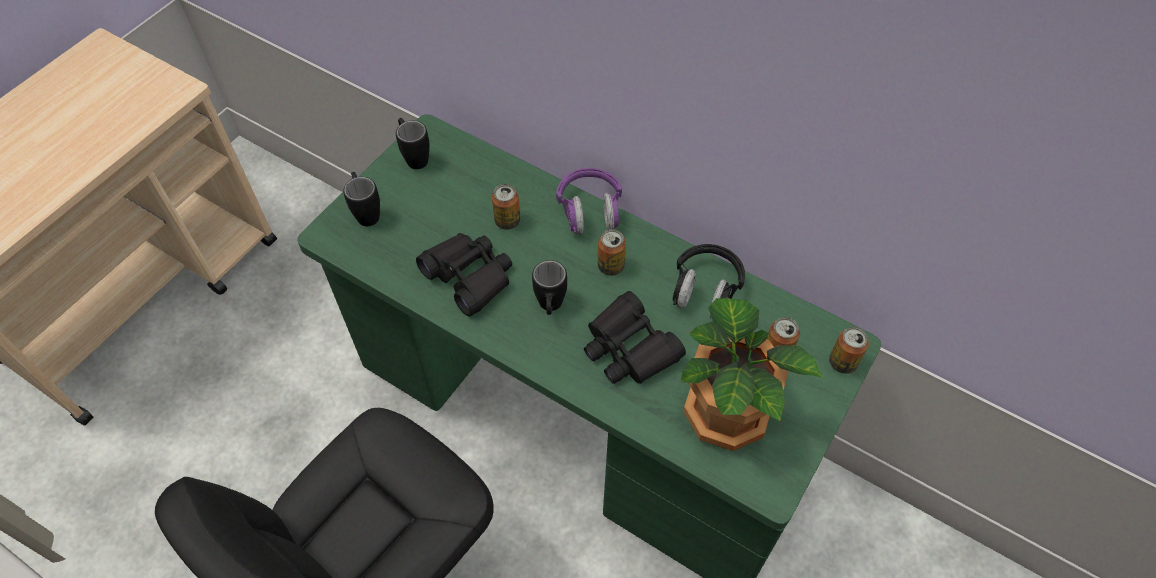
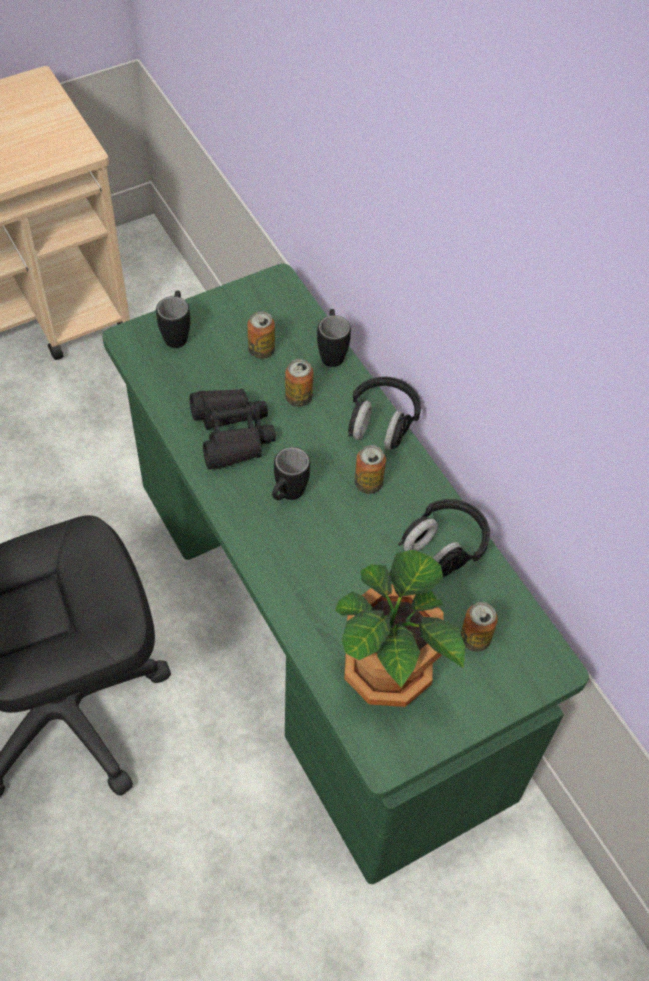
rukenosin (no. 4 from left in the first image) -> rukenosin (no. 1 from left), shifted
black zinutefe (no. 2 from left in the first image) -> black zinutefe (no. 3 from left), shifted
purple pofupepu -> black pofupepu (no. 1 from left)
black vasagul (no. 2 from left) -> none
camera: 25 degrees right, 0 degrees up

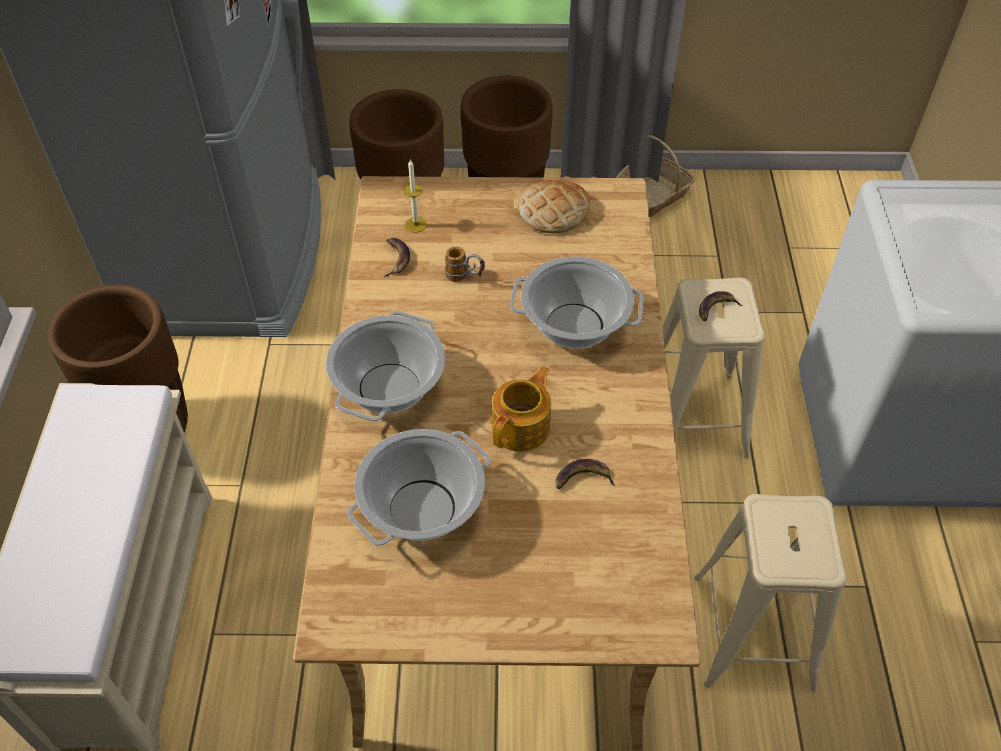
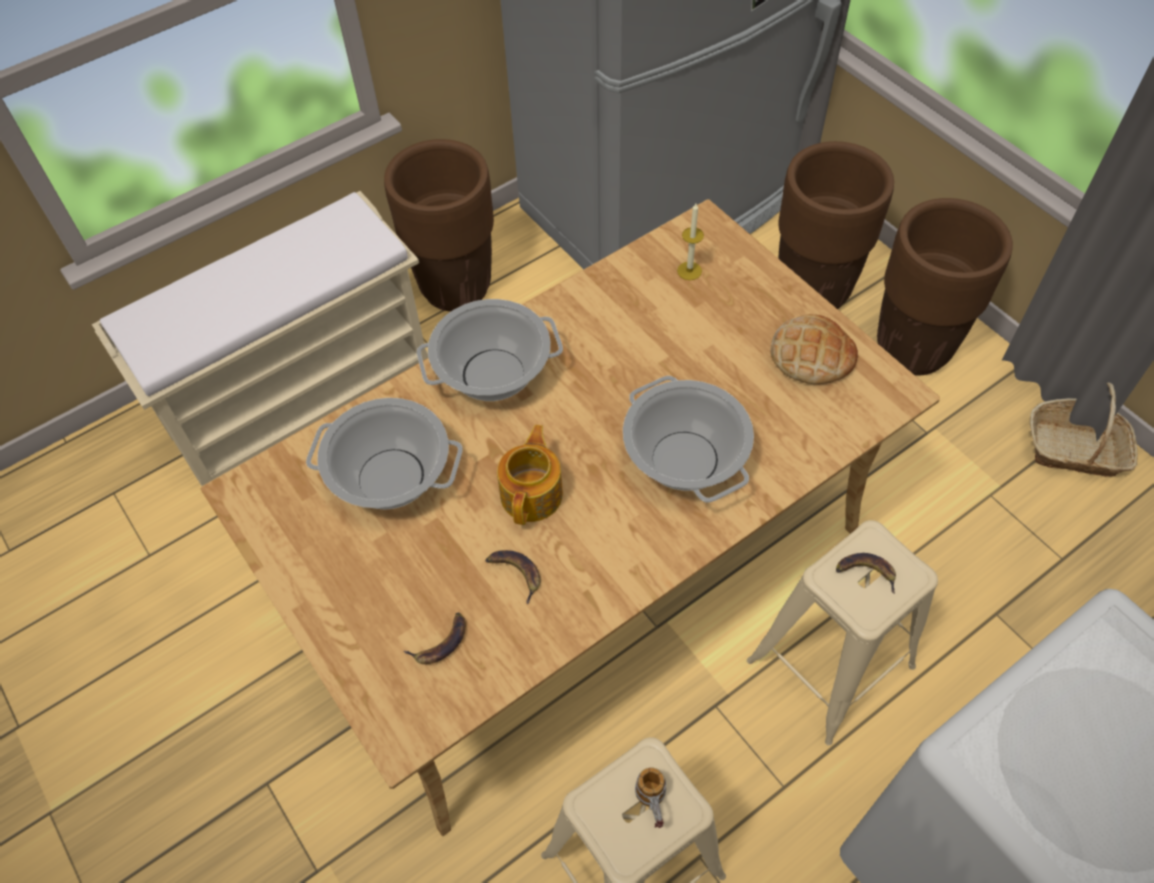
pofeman (no. 1 from left), shifted
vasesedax, 75 degrees counterclockwise
zinutefe, shifted
camera: 55 degrees right, 5 degrees up

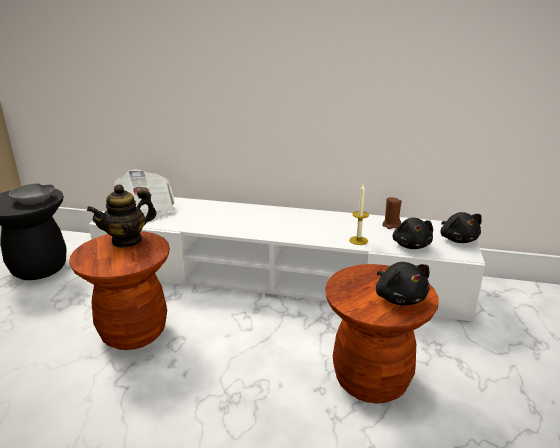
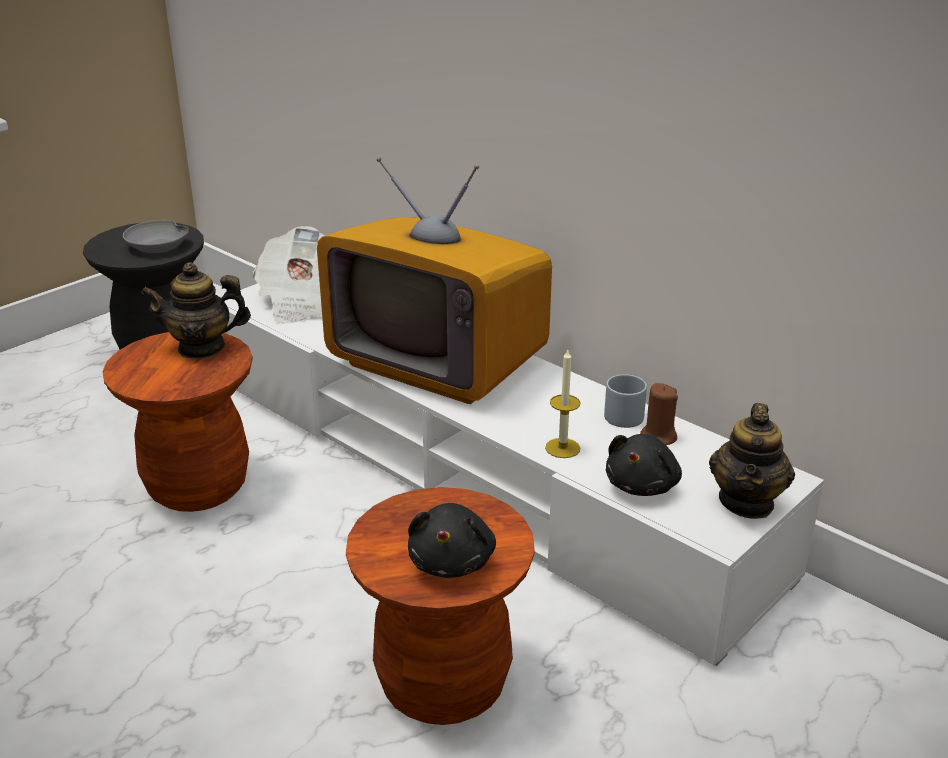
none -> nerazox
none -> grey zinutefe
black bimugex (no. 3 from left) -> vasesedax (no. 2 from left)
camera: 30 degrees right, 5 degrees up

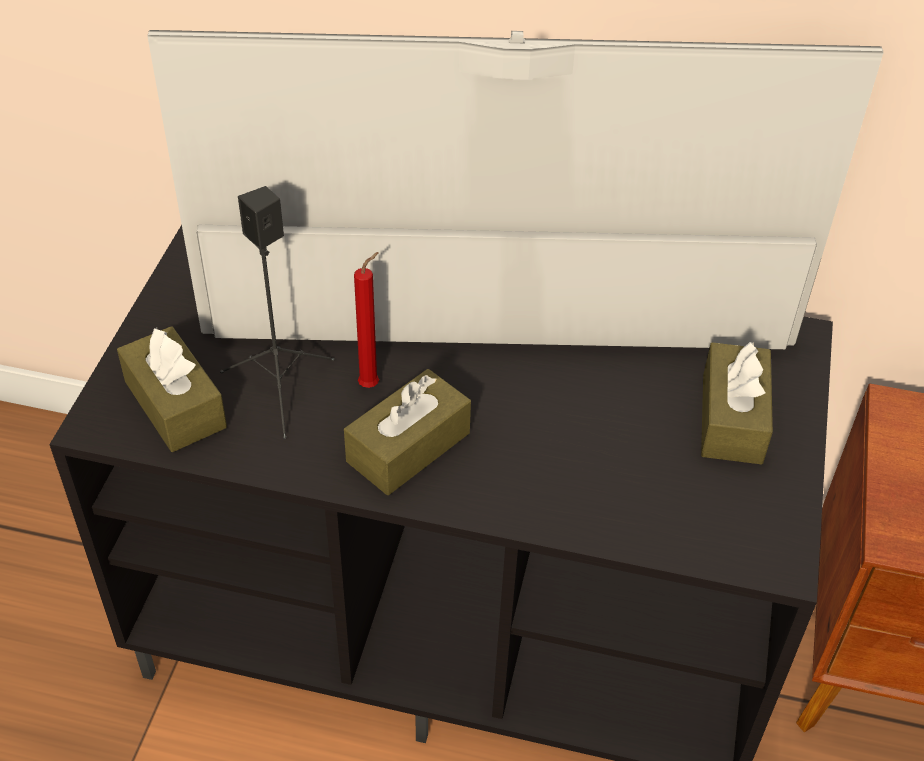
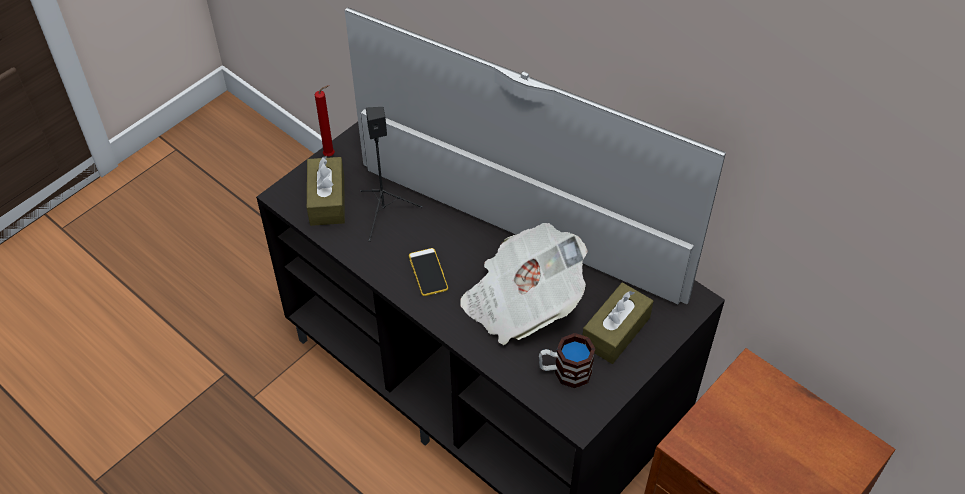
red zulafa, shifted
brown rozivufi (no. 2 from left) -> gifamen
none -> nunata
none -> zinutefe
camera: 30 degrees right, 5 degrees up

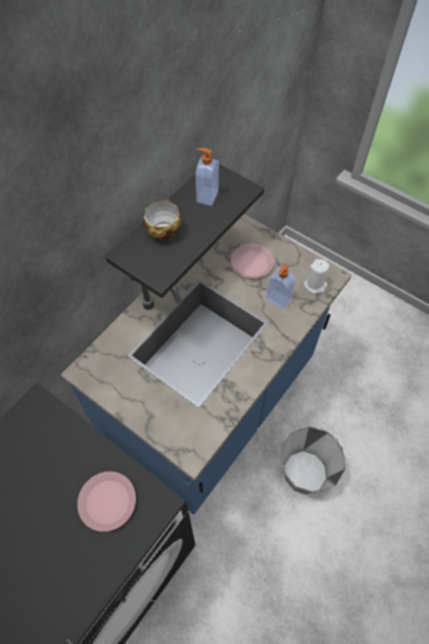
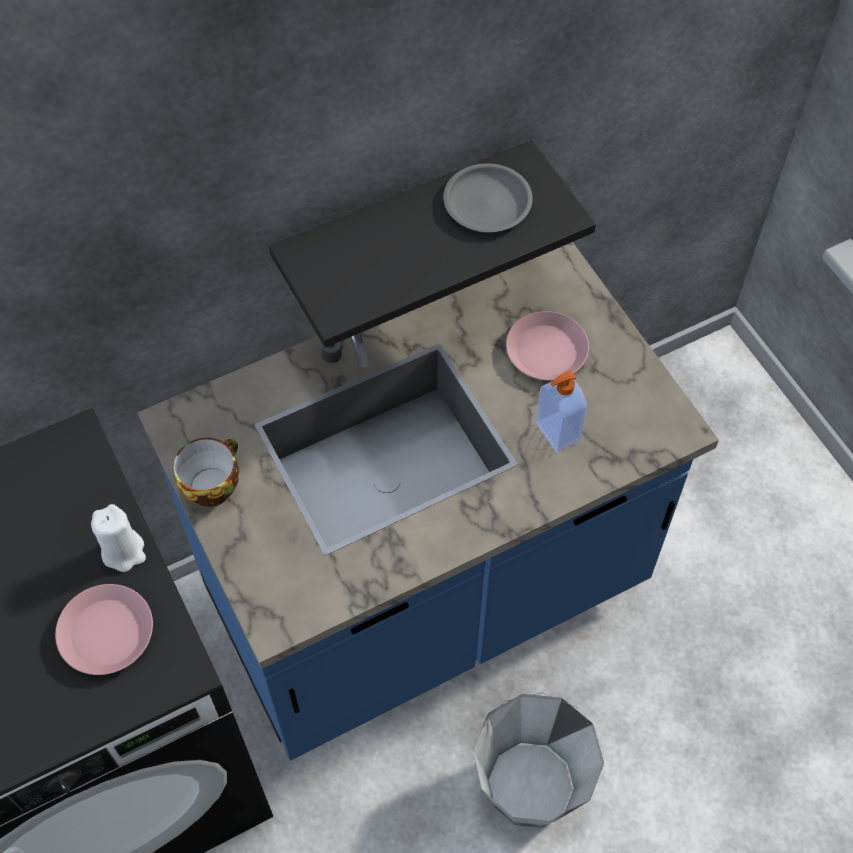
white zulafa, shifted
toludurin, shifted
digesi (no. 1 from left) -> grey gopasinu
camera: 25 degrees right, 0 degrees up

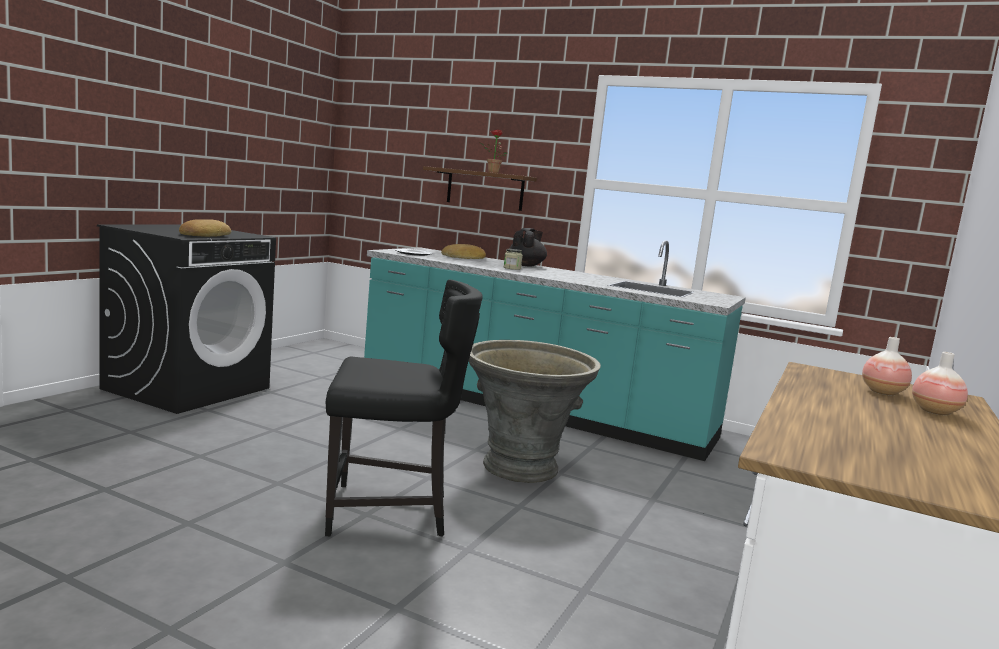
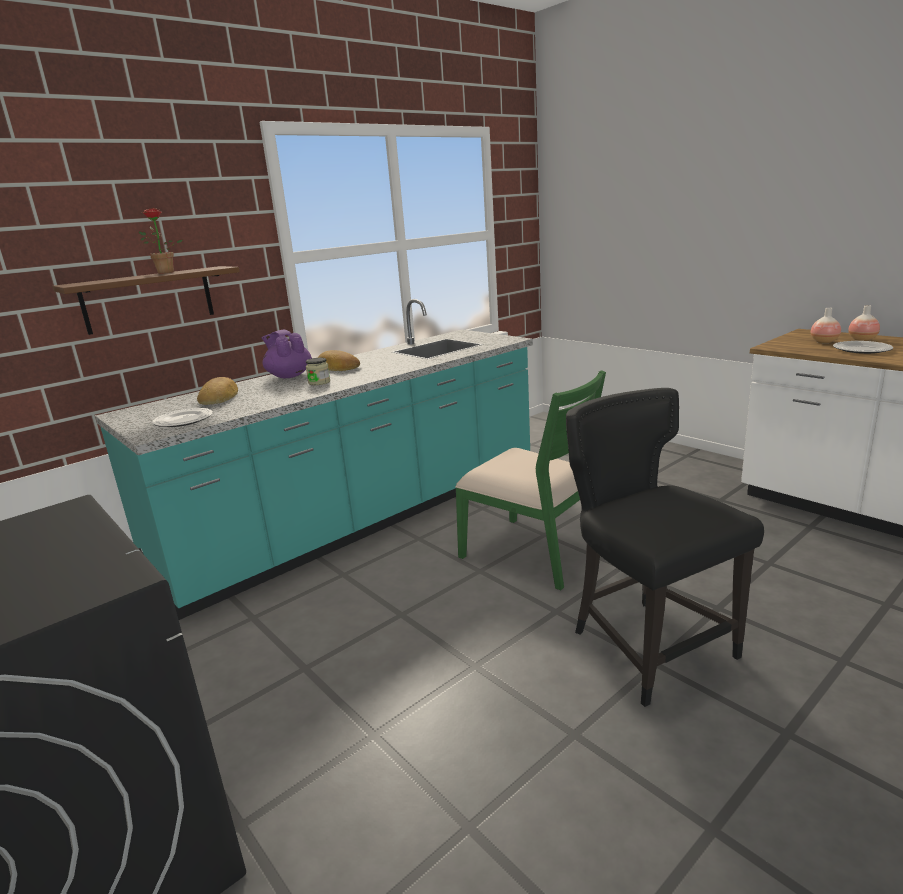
black vasesedax -> purple vasesedax
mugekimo (no. 1 from left in the first image) -> mugekimo (no. 2 from left), shifted
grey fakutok -> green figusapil
black figusapil, 45 degrees counterclockwise
none -> gopasinu (no. 2 from left)
camera: 65 degrees left, 10 degrees up

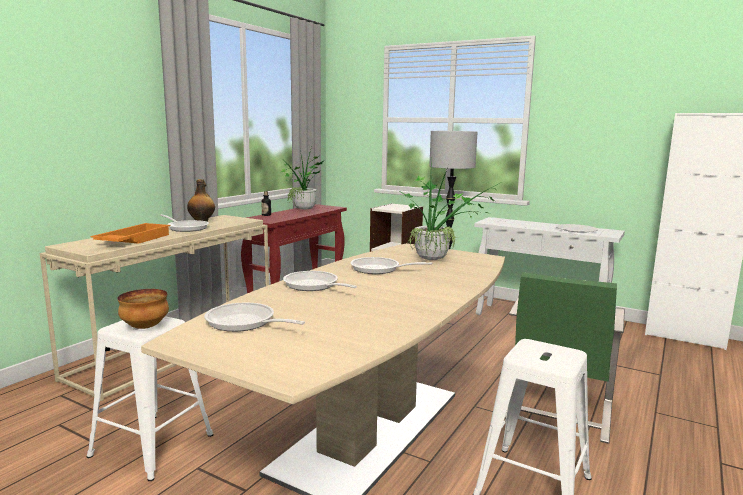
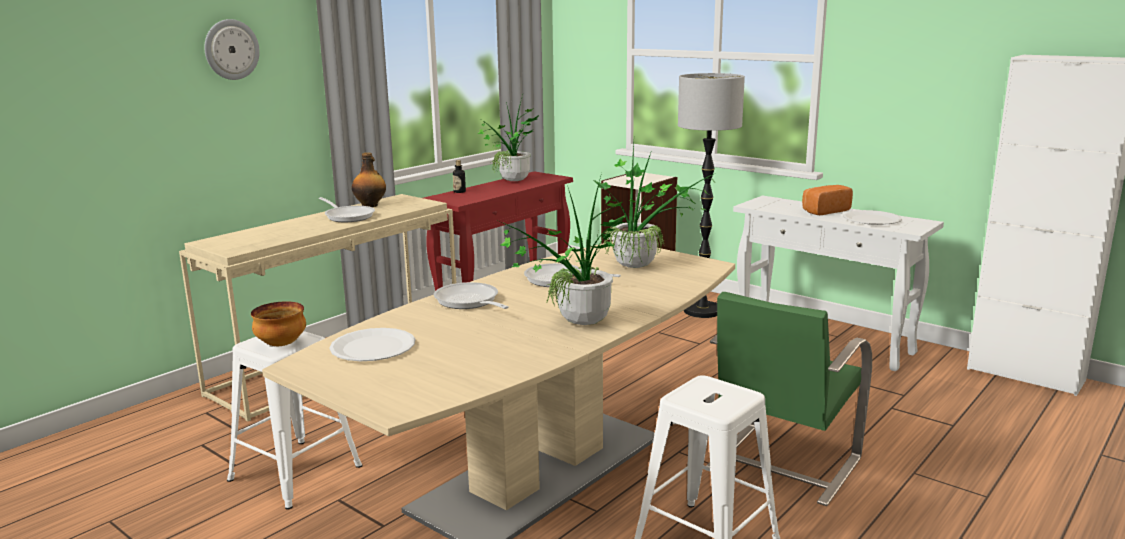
none -> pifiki
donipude (no. 2 from left) -> white gopasinu (no. 1 from left)
none -> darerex (no. 2 from left)
none -> mugekimo
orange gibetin -> none
camera: 10 degrees right, 5 degrees up

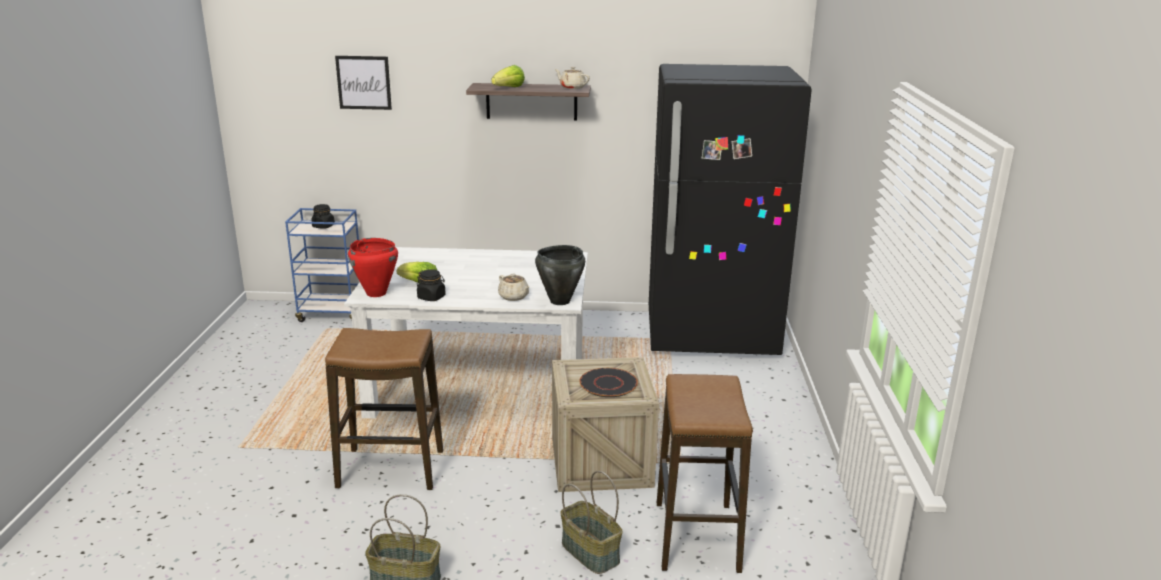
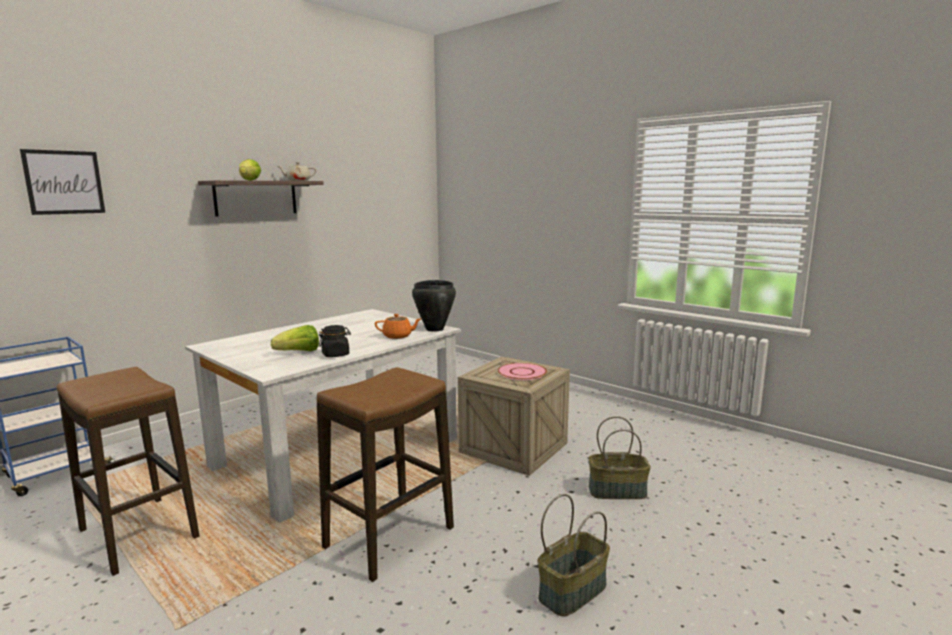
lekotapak (no. 2 from left in the first image) -> lekotapak (no. 1 from left), shifted
beige vasesedax (no. 1 from left) -> orange vasesedax
black gopasinu -> pink gopasinu
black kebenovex (no. 1 from left) -> none
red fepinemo -> none
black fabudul -> none
camera: 50 degrees left, 10 degrees down

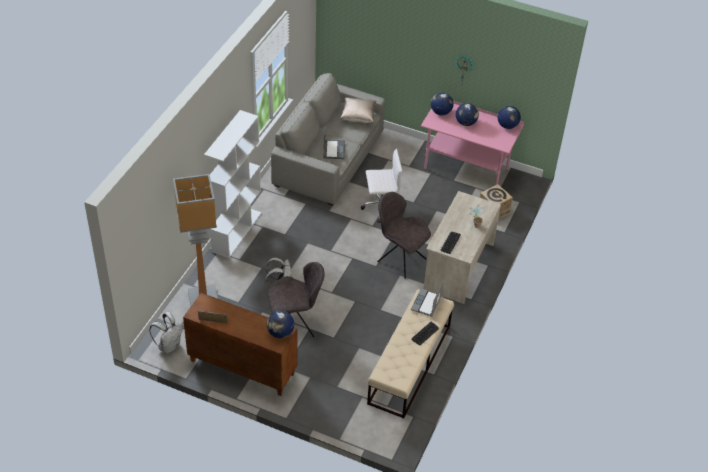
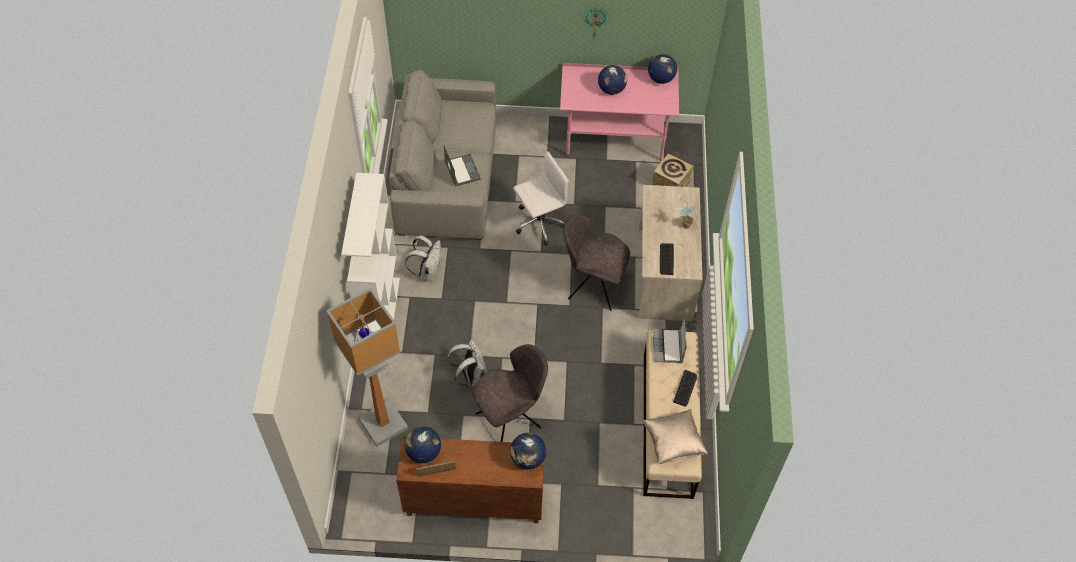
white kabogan (no. 1 from left), shifted
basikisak (no. 2 from left in the first image) -> basikisak (no. 1 from left), shifted
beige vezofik, shifted
camera: 20 degrees left, 10 degrees up

